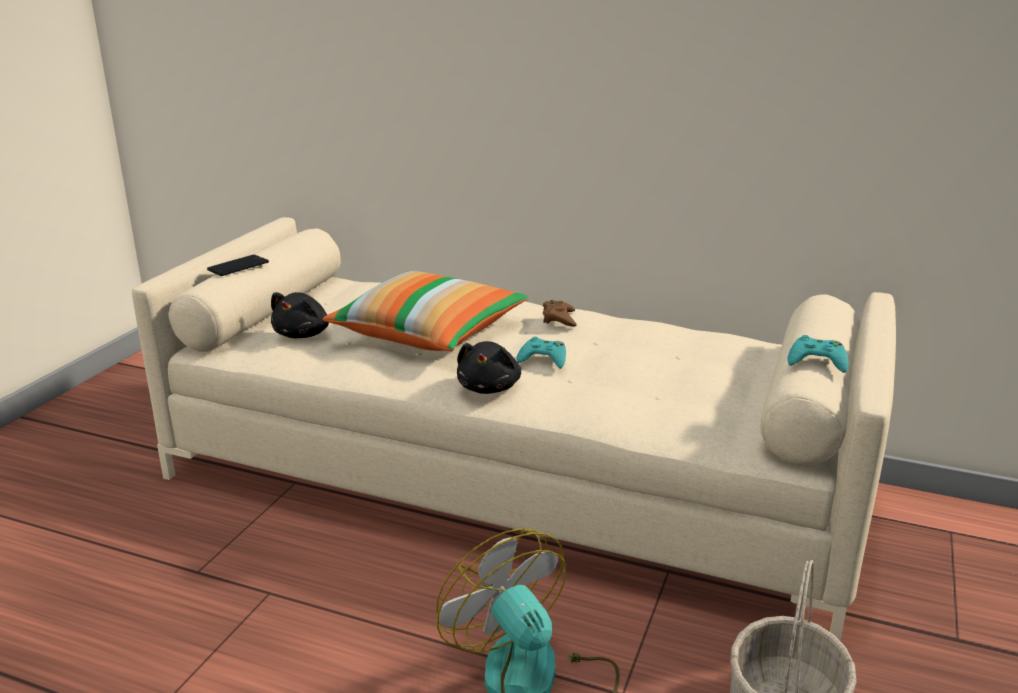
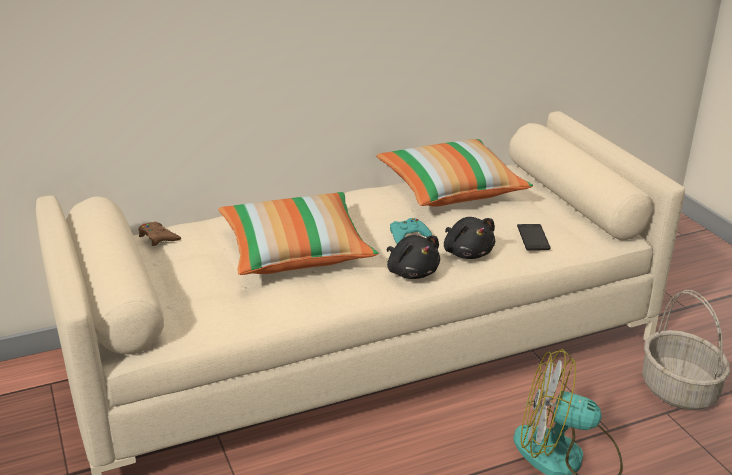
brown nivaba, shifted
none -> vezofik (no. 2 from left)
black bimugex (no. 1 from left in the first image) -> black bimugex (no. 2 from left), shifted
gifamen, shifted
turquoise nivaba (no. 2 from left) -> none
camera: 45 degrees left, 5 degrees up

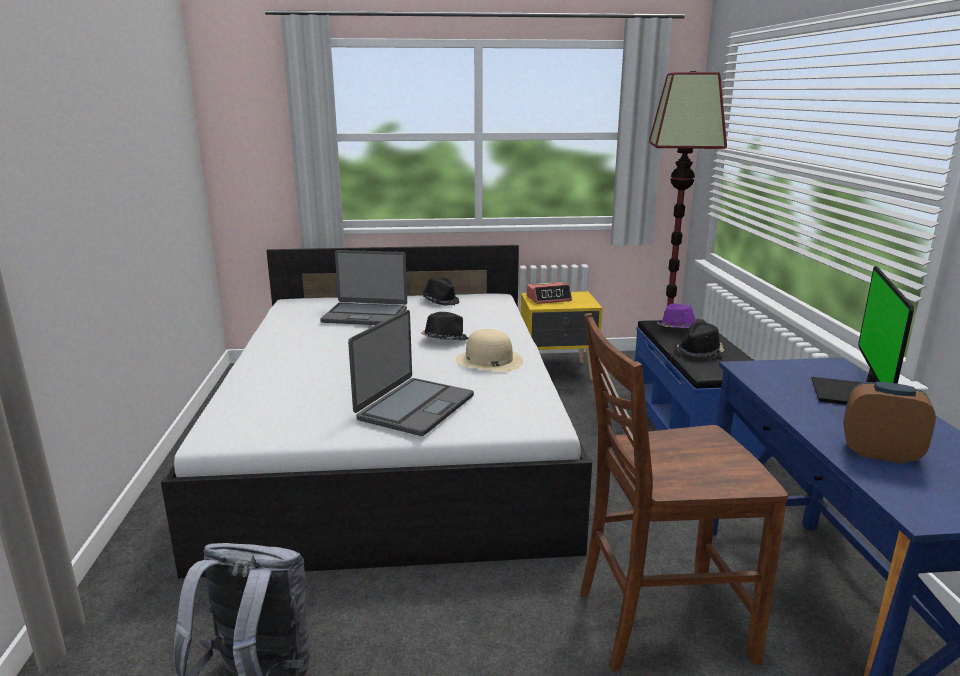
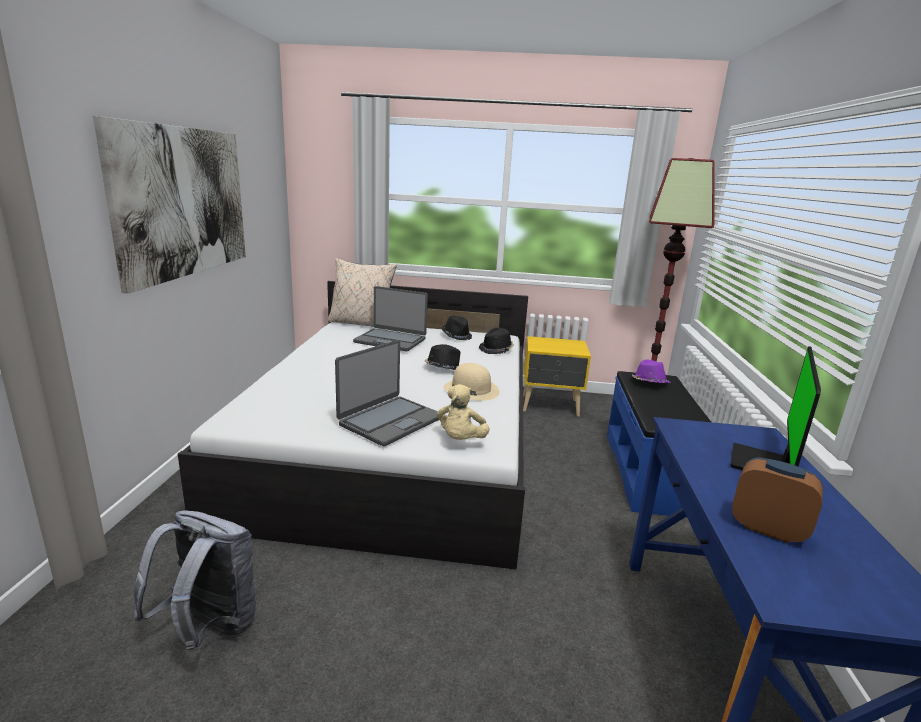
none -> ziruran
none -> beige vezofik
none -> beige bimugex
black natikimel (no. 3 from left), shifted
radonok (no. 1 from left) -> none
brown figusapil -> none
camera: 10 degrees right, 0 degrees up

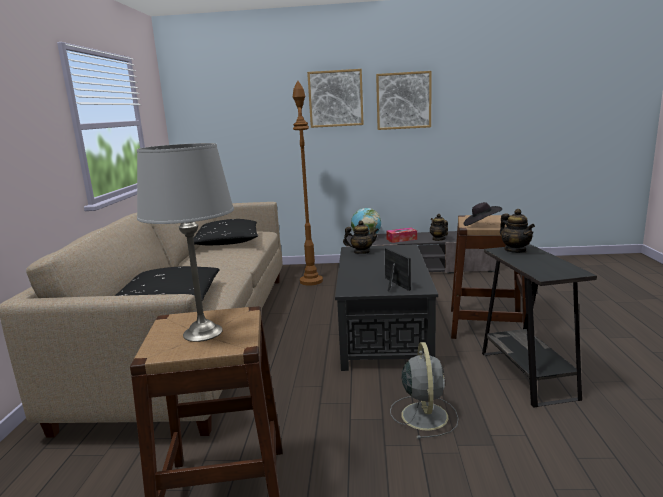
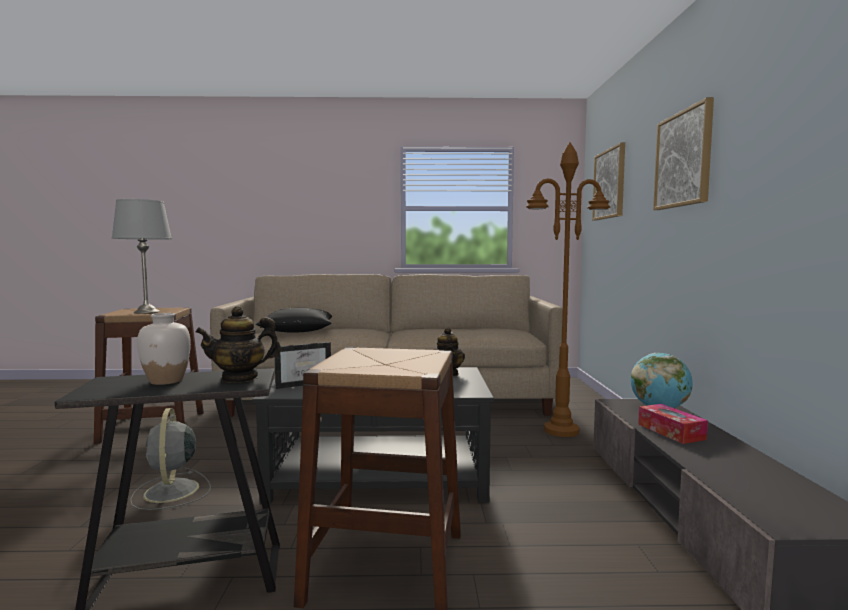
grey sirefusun, 75 degrees clockwise
none -> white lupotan
ziruran (no. 2 from left in the first image) -> ziruran (no. 1 from left), shifted
black vezofik (no. 2 from left) -> none
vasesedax (no. 2 from left) -> none
black natikimel -> none
camera: 85 degrees right, 10 degrees down

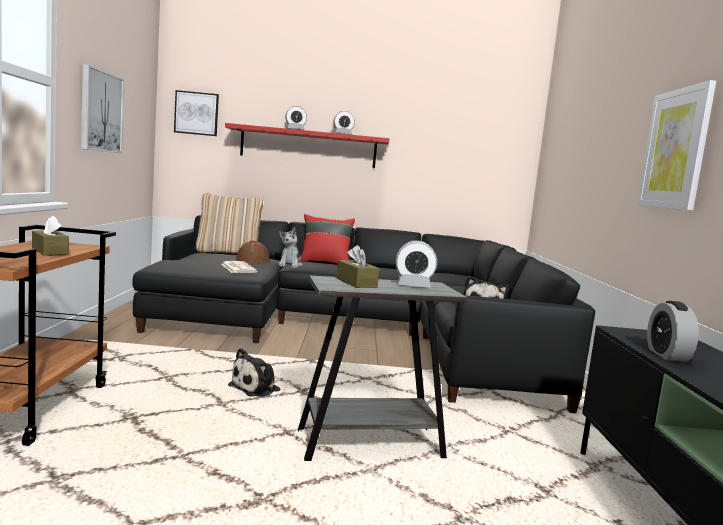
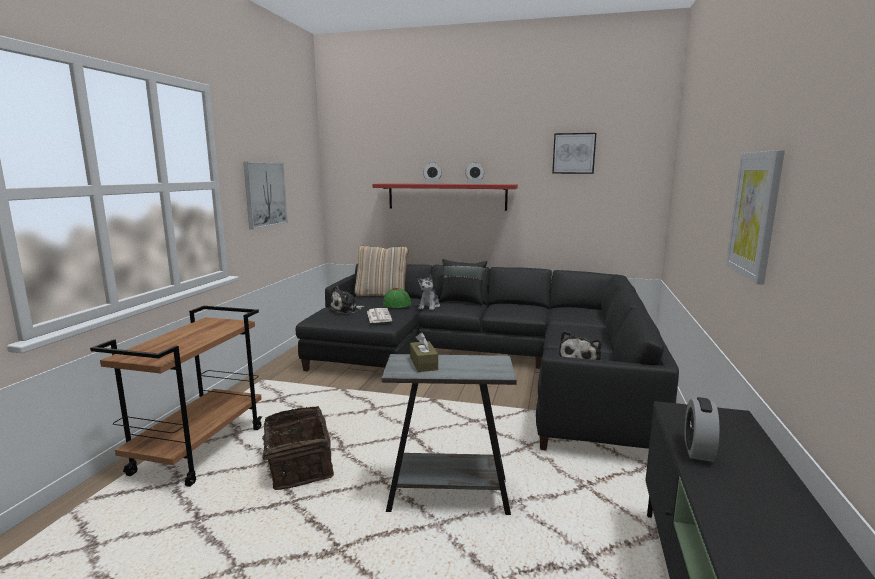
none -> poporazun
bimugex (no. 1 from left), shifted
brown natikimel -> green natikimel
red vezofik -> black vezofik
ziruran (no. 2 from left), shifted
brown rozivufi (no. 1 from left) -> none
radonok (no. 3 from left) -> none
camera: 15 degrees right, 5 degrees up

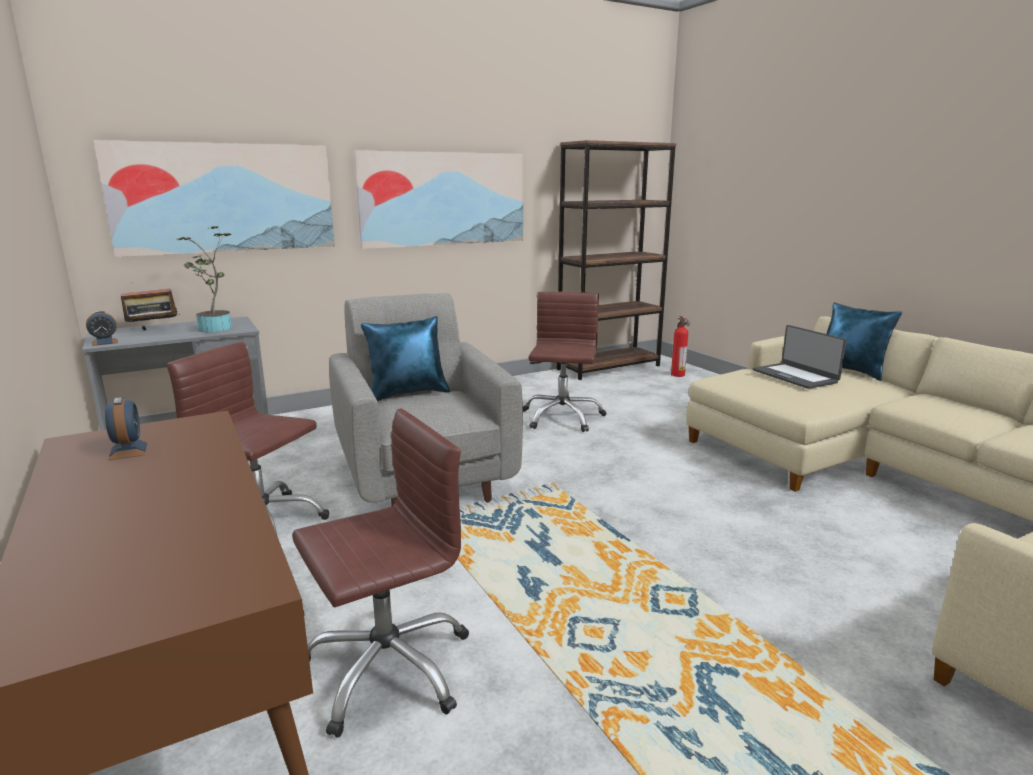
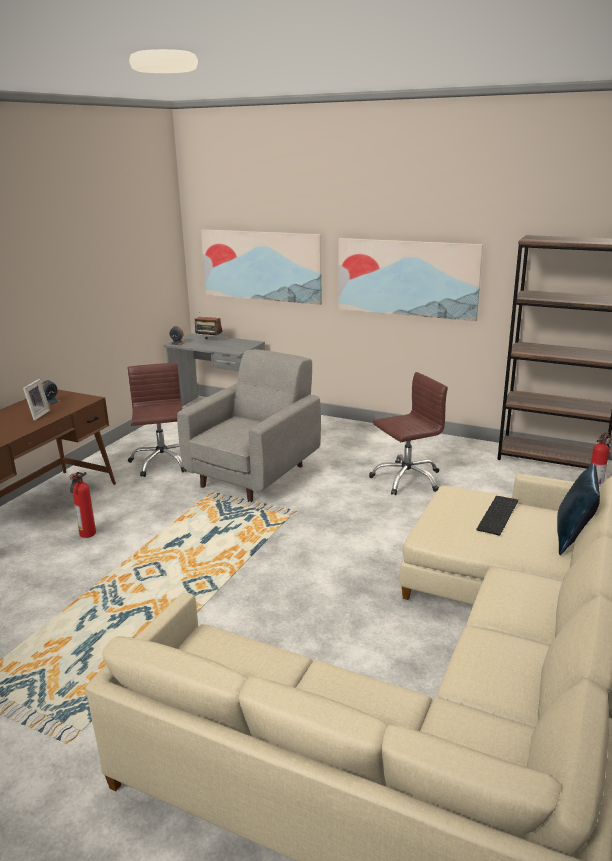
none -> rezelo
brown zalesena (no. 2 from left) -> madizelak (no. 1 from left)
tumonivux -> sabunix
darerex -> none
blue vezofik (no. 1 from left) -> none
camera: 55 degrees right, 5 degrees up

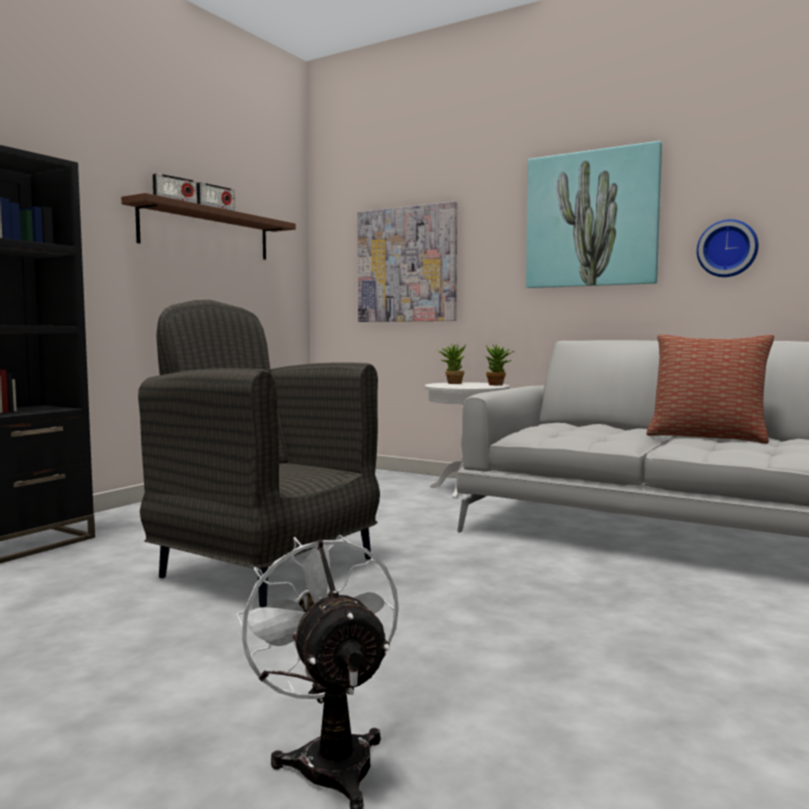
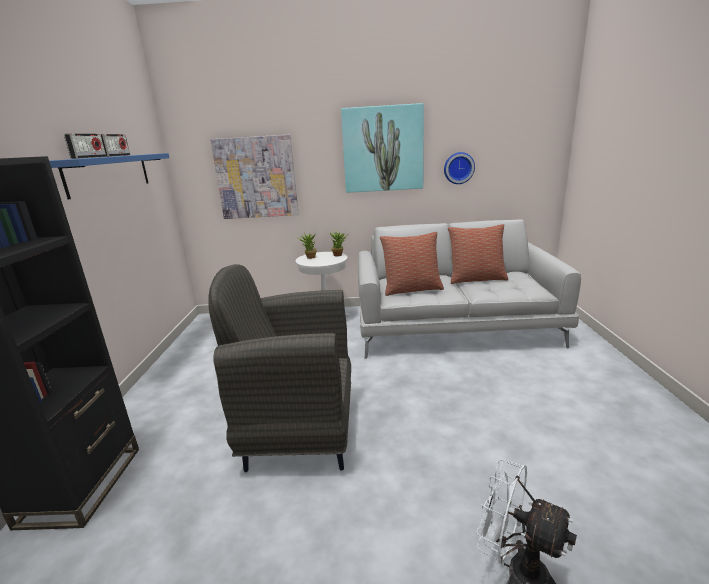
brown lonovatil -> blue lonovatil
none -> vezofik (no. 1 from left)
camera: 30 degrees left, 15 degrees up

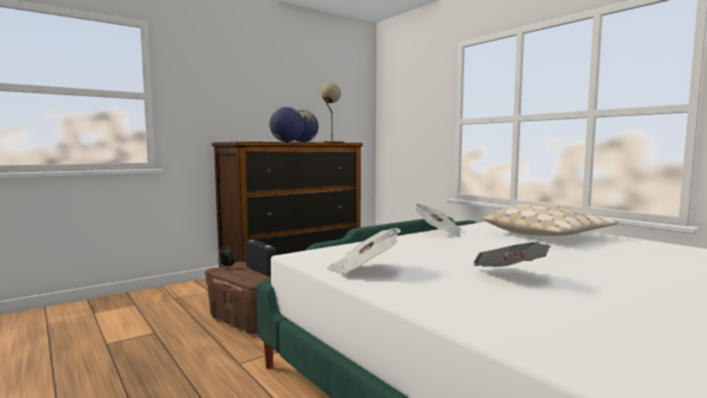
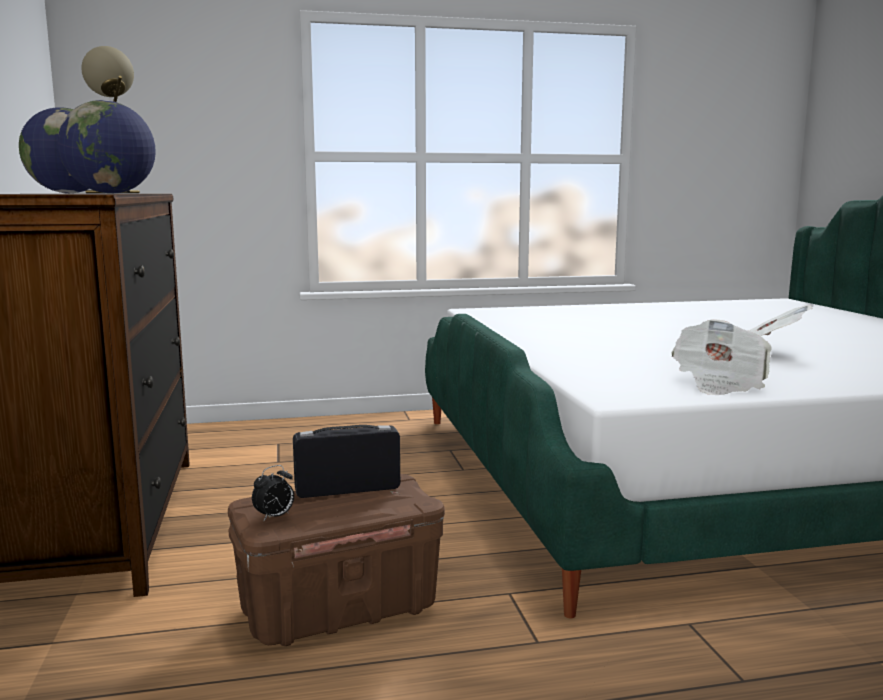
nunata (no. 2 from left) -> none
beige vezofik -> none
camera: 65 degrees left, 5 degrees up

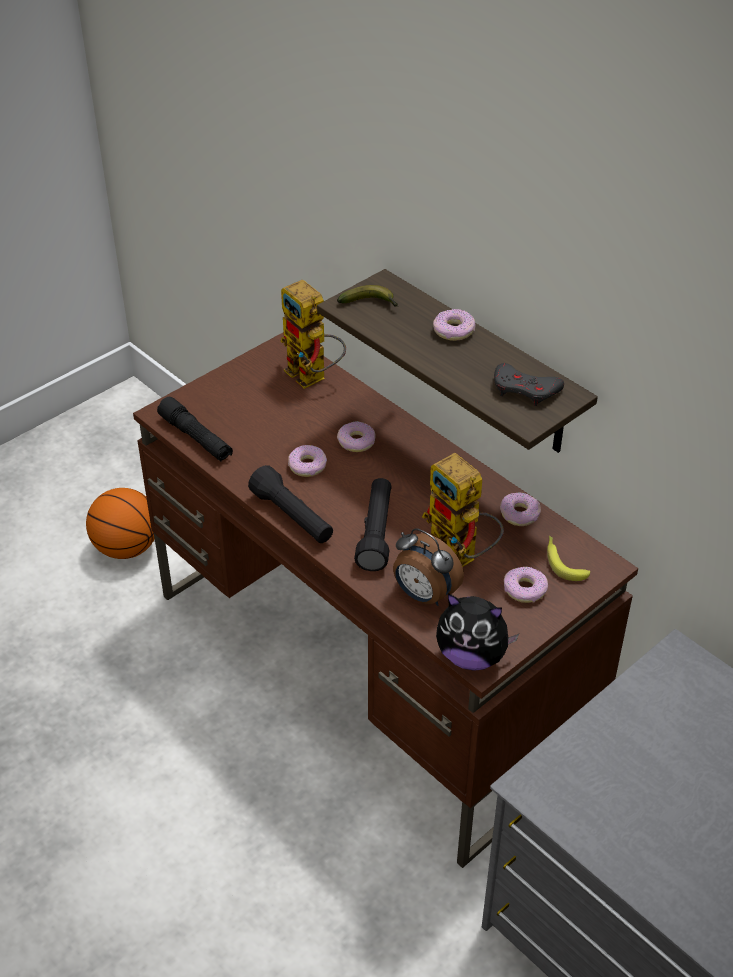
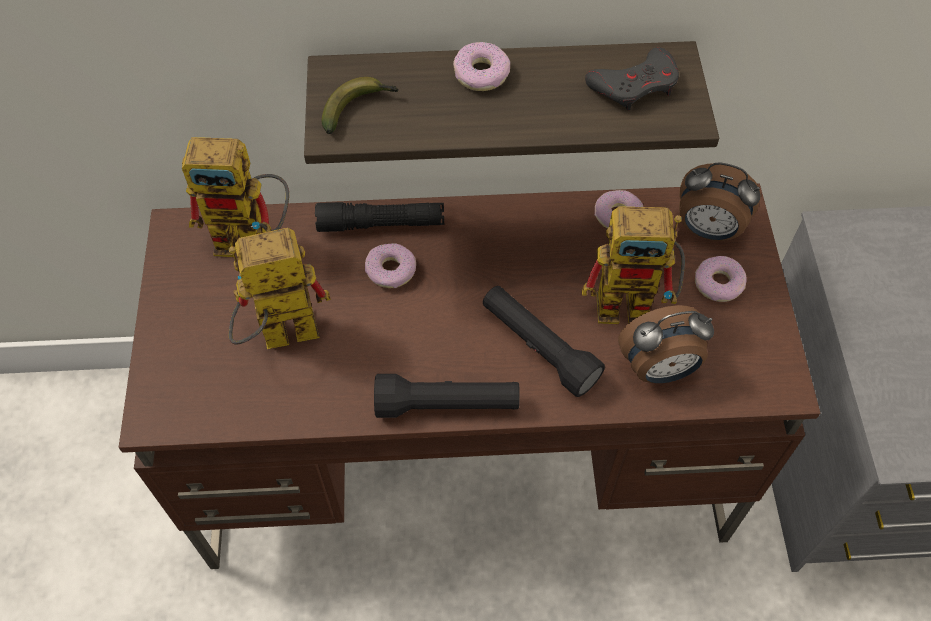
none -> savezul (no. 2 from left)
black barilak (no. 1 from left), shifted
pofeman (no. 2 from left) -> radonok (no. 2 from left)
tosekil -> none
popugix (no. 1 from left) -> none
bimugex -> none
camera: 50 degrees left, 15 degrees up

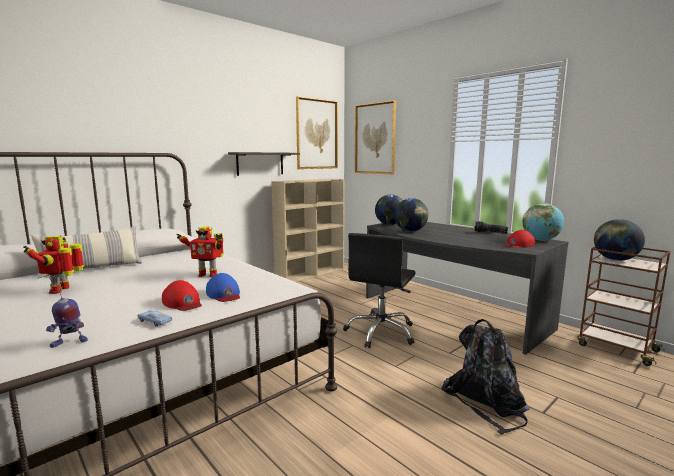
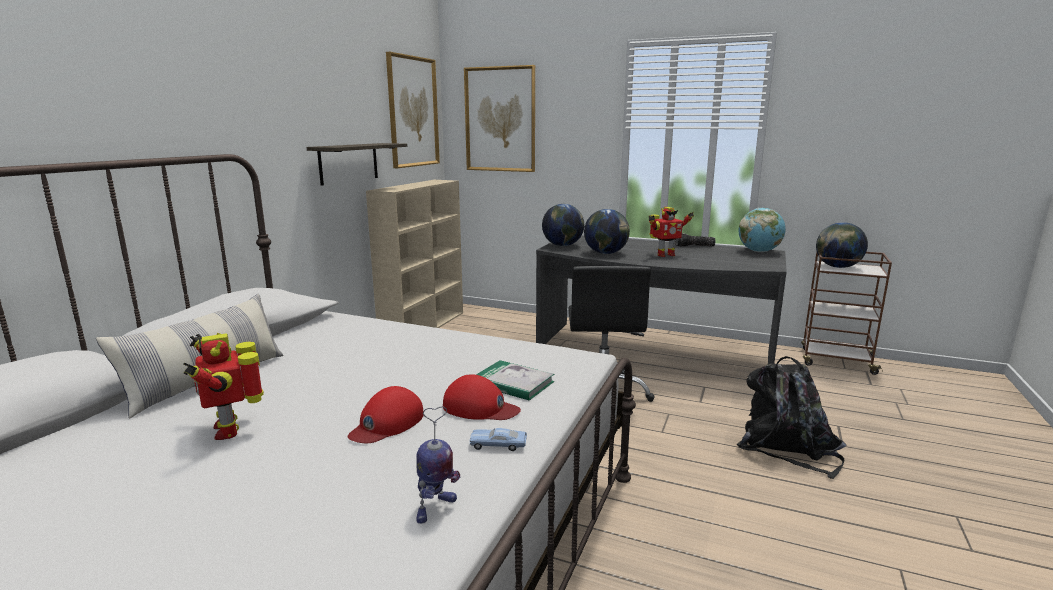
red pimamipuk (no. 2 from left in the first image) -> red pimamipuk (no. 1 from left), shifted
blue pimamipuk -> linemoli
savezul (no. 3 from left), shifted
camera: 25 degrees left, 5 degrees up

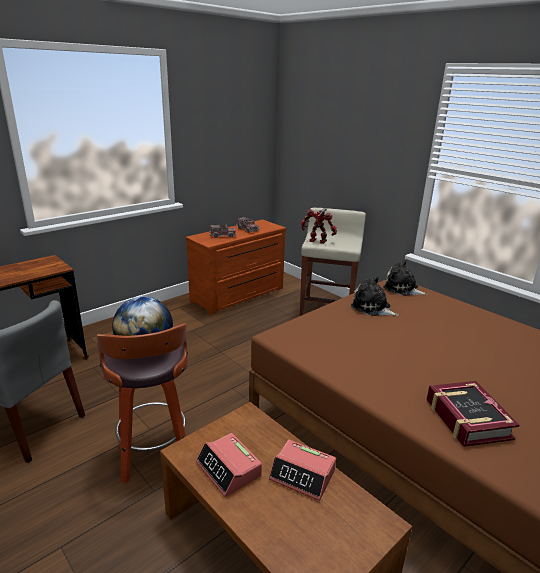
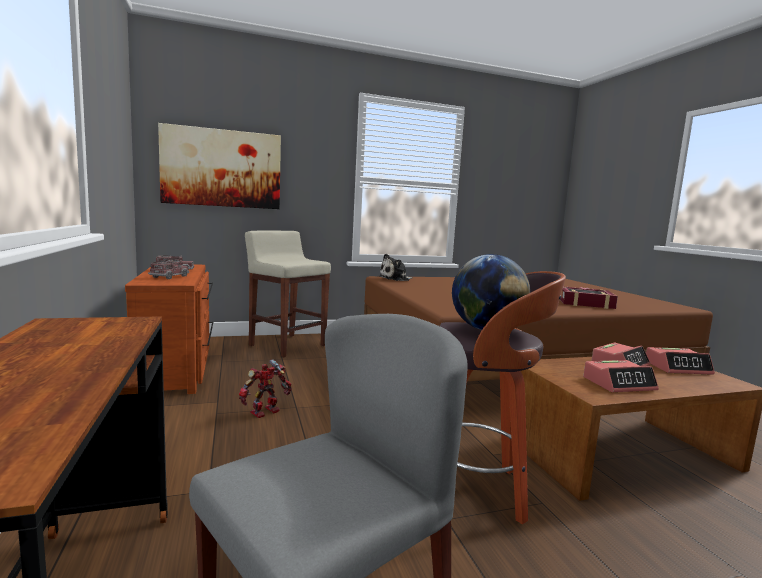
none -> ziruran
savezul, shifted
none -> radonok (no. 3 from left)
bimugex (no. 1 from left) -> none
camera: 65 degrees left, 15 degrees down

